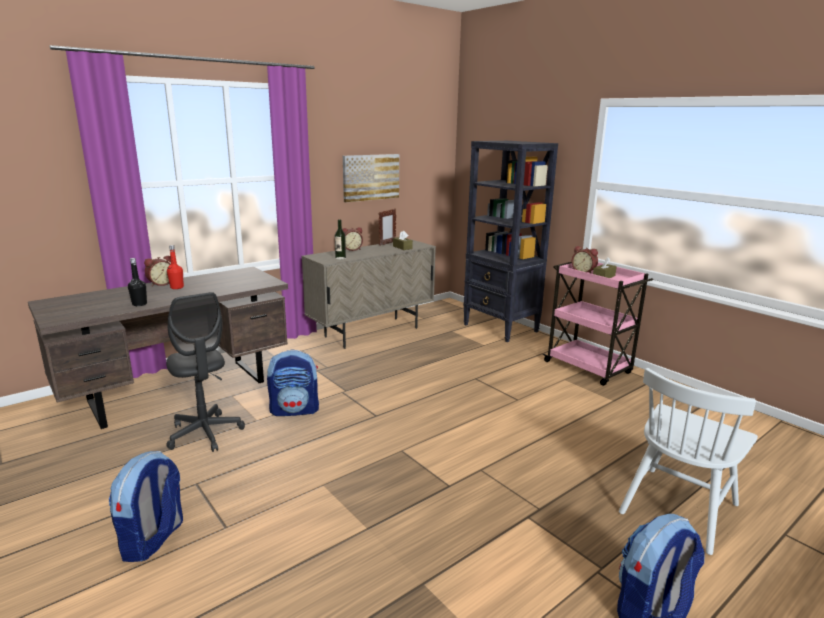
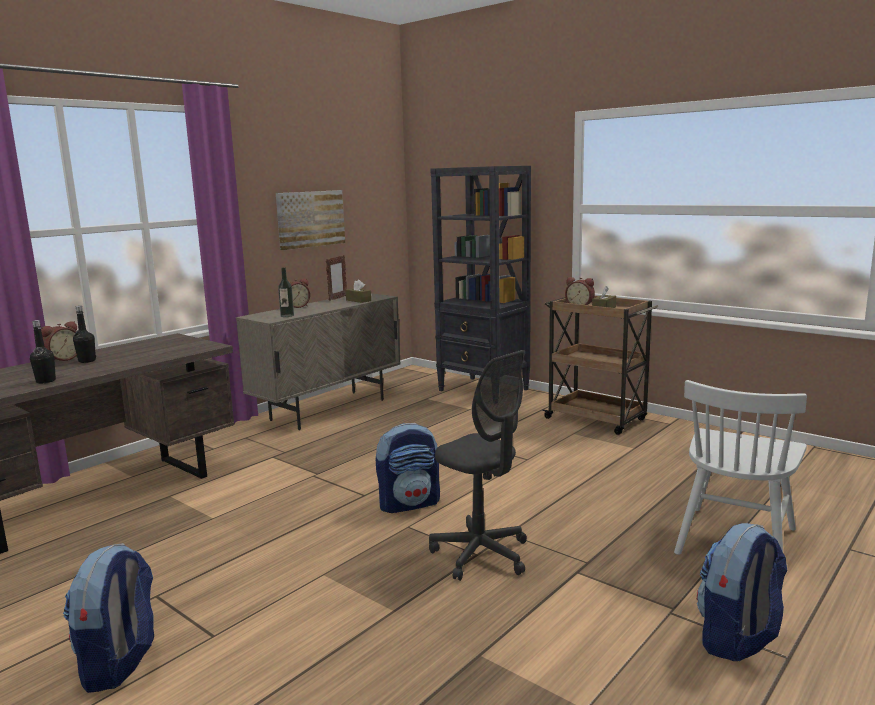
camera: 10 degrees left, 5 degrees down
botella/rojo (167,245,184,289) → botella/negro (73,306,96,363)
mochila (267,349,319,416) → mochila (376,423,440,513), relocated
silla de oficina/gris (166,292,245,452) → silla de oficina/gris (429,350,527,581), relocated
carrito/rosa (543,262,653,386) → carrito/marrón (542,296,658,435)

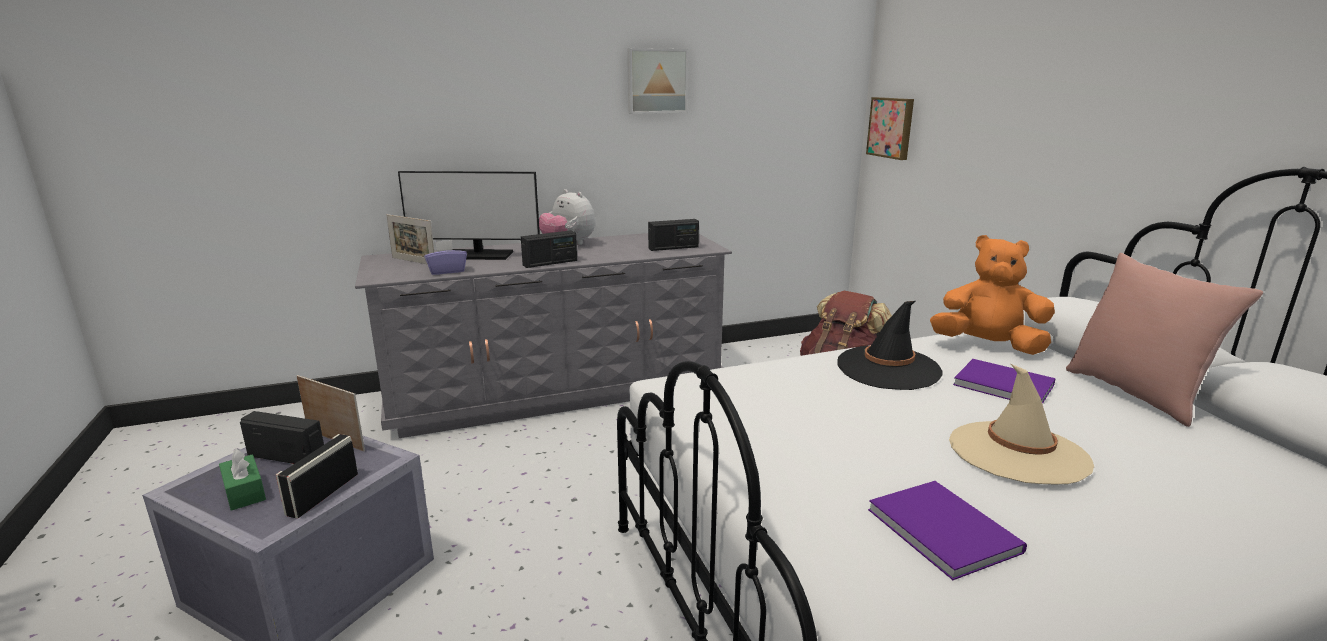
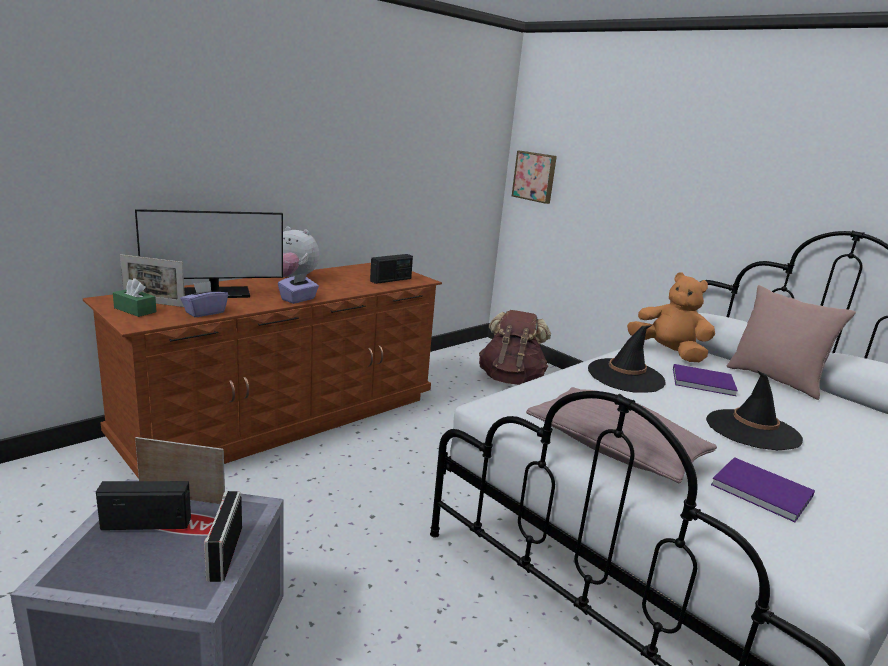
camera: 25 degrees left, 0 degrees up
cómoda/gris (355,233,732,438) → cómoda/marrón (83,263,442,479)
caja de pañuelos/verde (219,449,266,511) → caja de pañuelos/verde (113,278,156,317), relocated
radio (521,230,577,268) → caja de pañuelos/morado (278,273,319,304)
- → cojín/rosa (526,387,717,483)
peluche/naranja (930,235,1055,355) → peluche/naranja (627,272,715,362), 45 degrees clockwise
sombrero/beis (949,364,1094,484) → sombrero/negro (706,371,803,450)
cuadro (627,48,688,114) → -

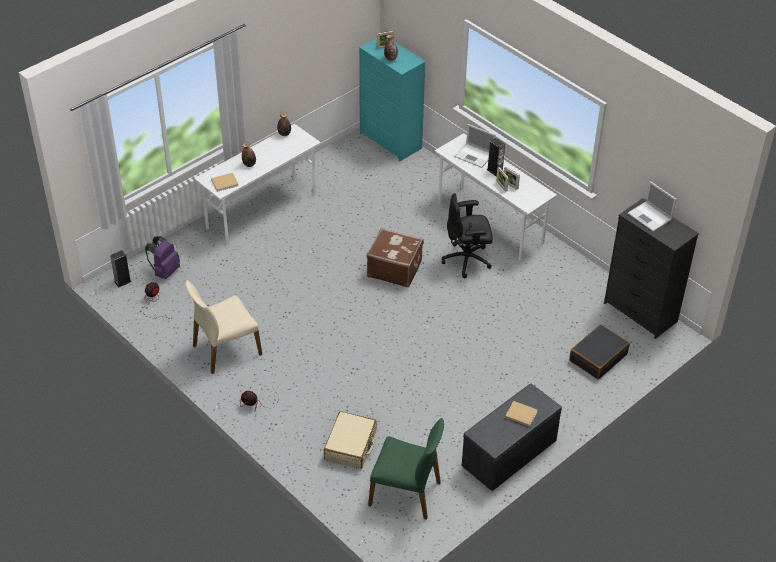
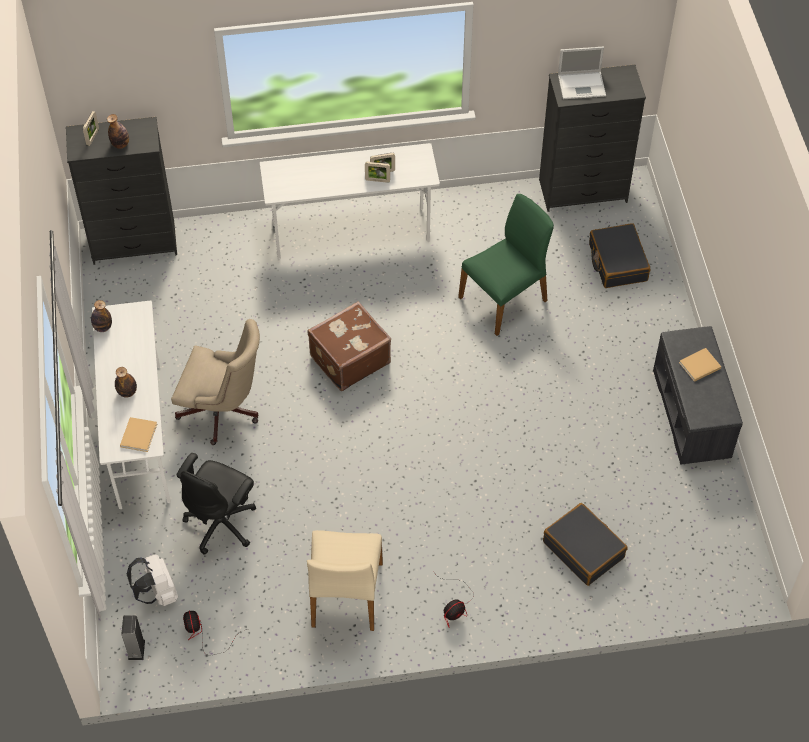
camera: 55 degrees left, 10 degrees up
cómoda/turquesa (359,38,426,162) → cómoda/negro (66,117,177,265)
mochila/morado (145,236,180,279) → mochila/blanco (127,554,178,606)
- → silla de oficina/beis (171,319,260,445)
silla de oficina/negro (442,193,493,278) → silla de oficina/negro (176,453,256,555), relocated
silla/verde (368,418,444,520) → silla/verde (458,194,554,336), relocated
maleta/beis (324,411,377,469) → maleta/negro (543,503,627,586)
portátil (454,124,496,168) → -
altavoz (486,138,505,177) → -

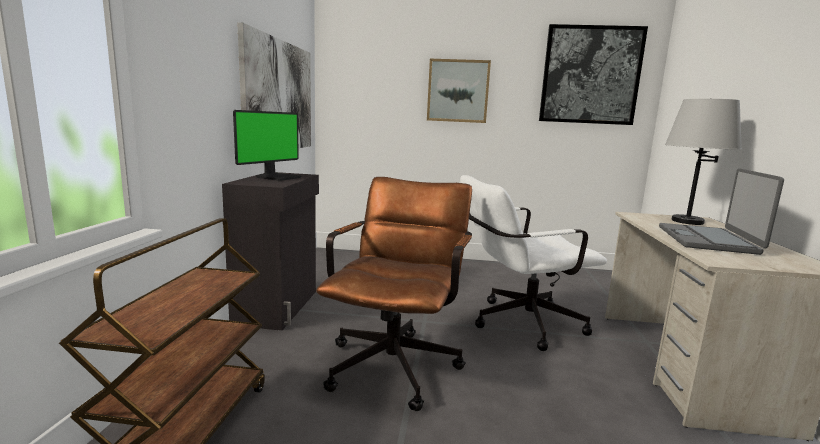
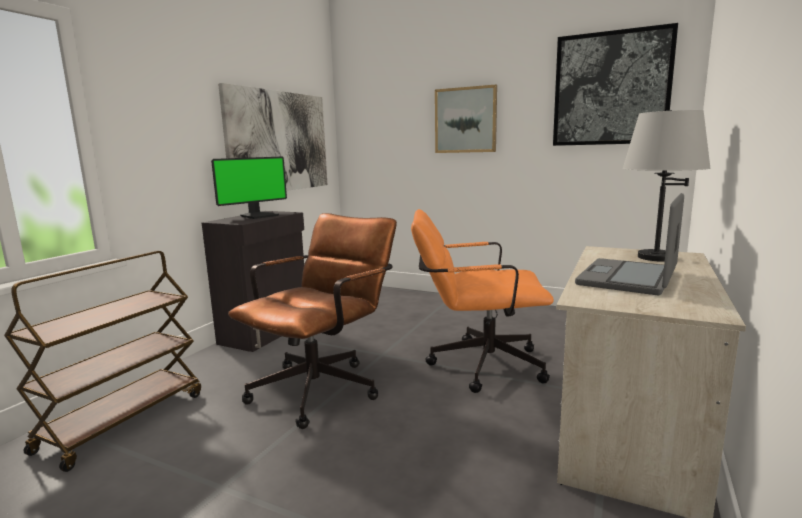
camera: 20 degrees right, 0 degrees up
silla de oficina/blanco (460,175,607,351) → silla de oficina/naranja (411,209,554,393)

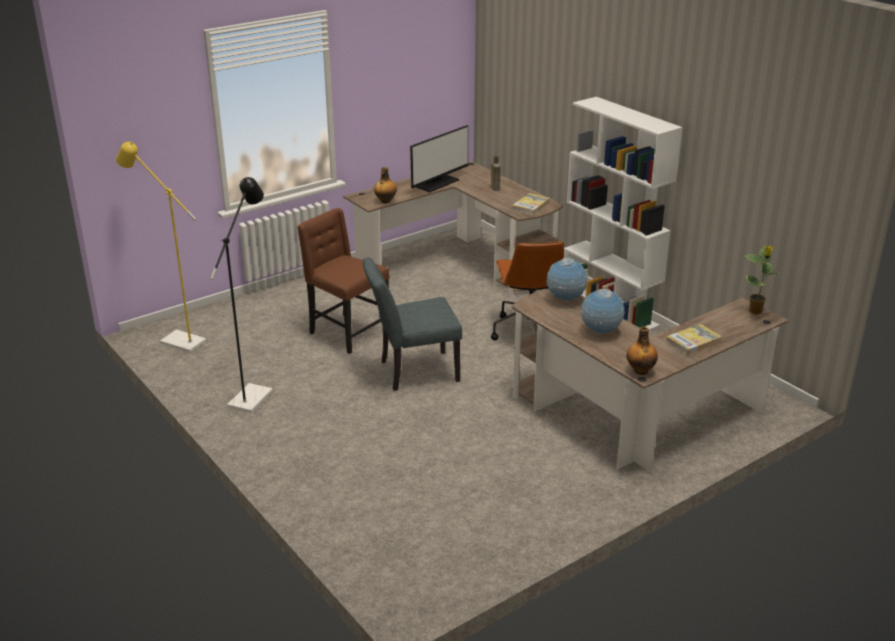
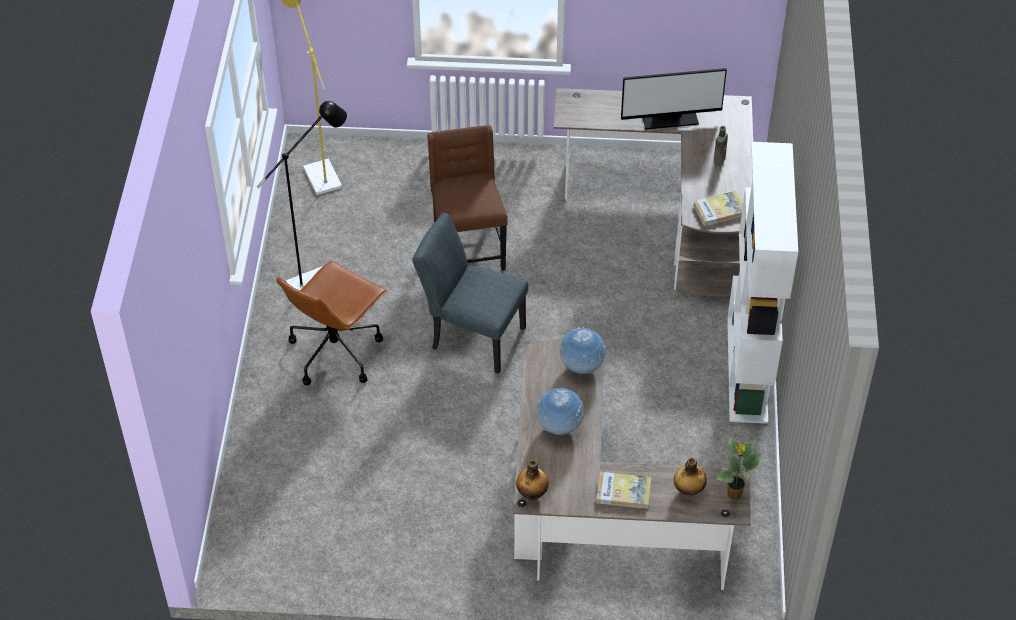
camera: 40 degrees right, 20 degrees up
silla de oficina/marrón (491,241,564,340) → silla de oficina/marrón (276,260,388,385), relocated
botella (374,167,397,203) → botella (674,457,707,496), relocated

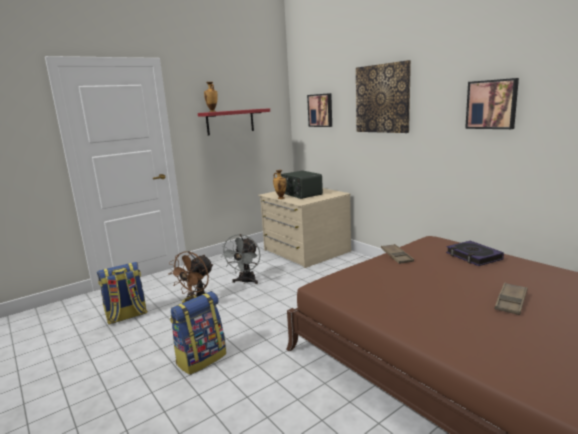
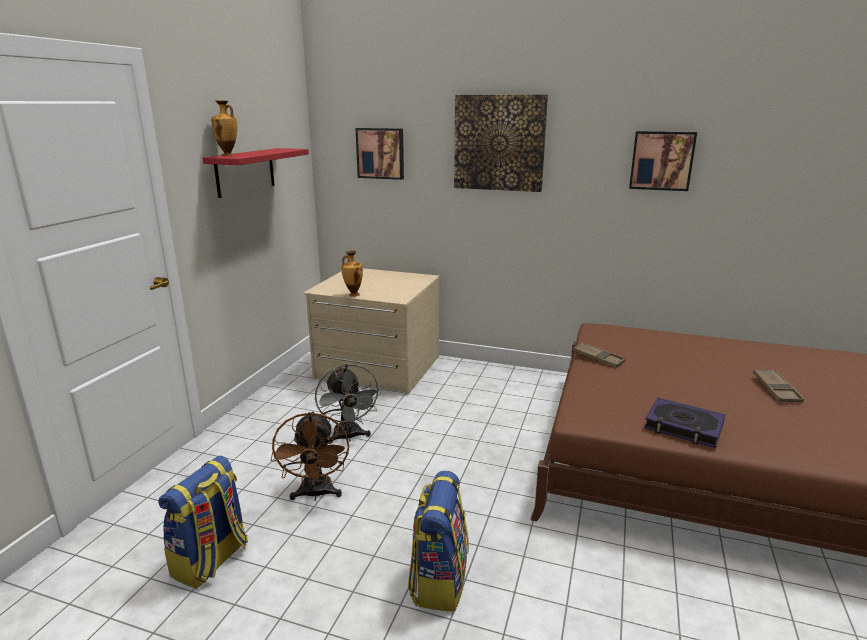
camera: 35 degrees left, 5 degrees up
libro (446,241,504,266) → libro (644,398,725,448), relocated
radio (281,170,323,199) → -

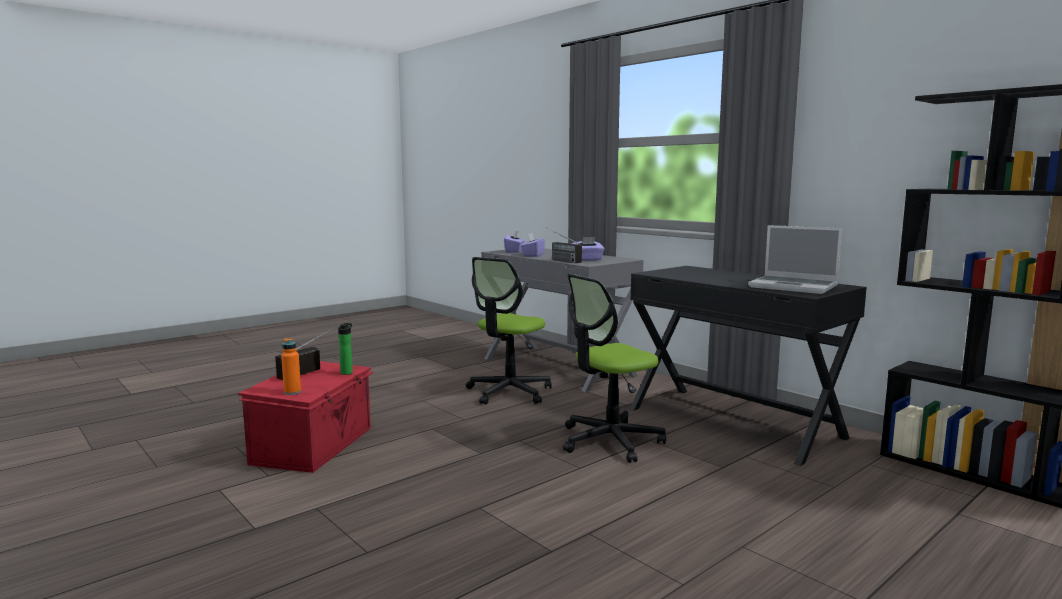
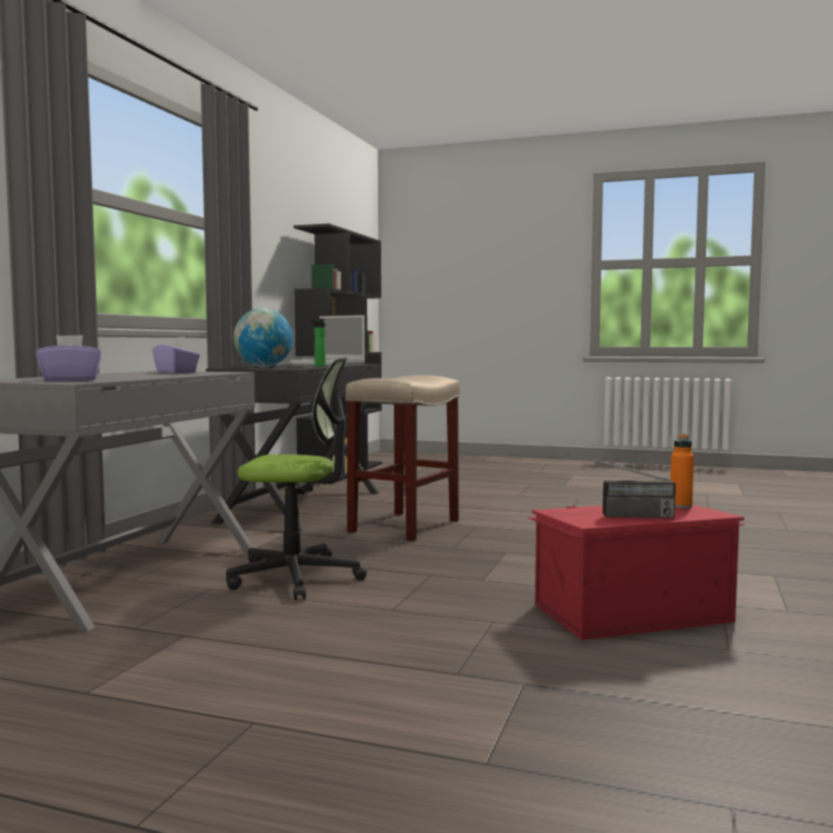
camera: 120 degrees left, 5 degrees down
- → globo terráqueo (233,308,293,367)
portátil (748,225,842,294) → portátil (290,315,365,365), 120 degrees clockwise
botella (338,323,353,375) → botella (309,319,326,367), relocated
silla de oficina (563,274,666,463) → taburete/beis (345,375,460,541)
caja de pañuelos/morado (521,233,545,257) → -
radio (547,228,582,263) → -

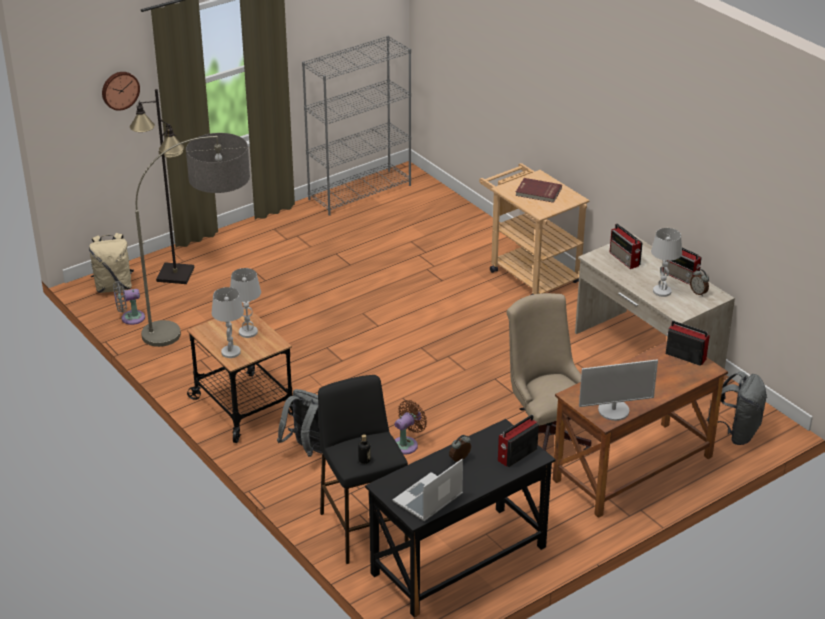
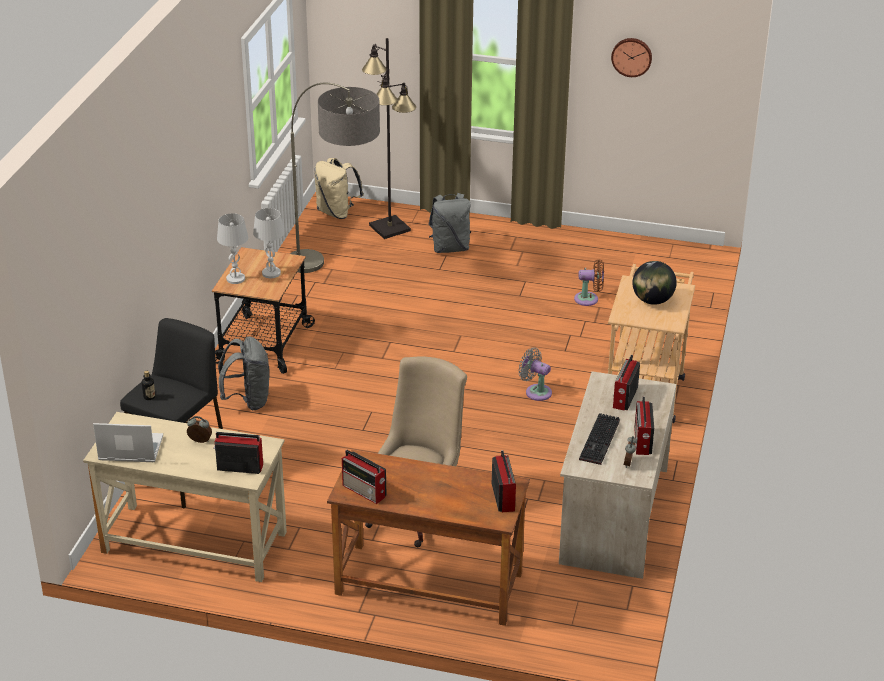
camera: 50 degrees right, 0 degrees up
escritorio/negro (365,419,556,618) → escritorio/beis (83,412,287,582)
monitor (579,359,658,421) → radio (342,450,386,504)
mochila/gris (707,372,767,445) → mochila/gris (428,193,471,253), relocated
ventilador/gris (113,281,145,325) → ventilador/gris (518,347,552,401), relocated
ventilador/marrón (395,400,427,455) → ventilador/marrón (574,259,604,306), relocated
lámpara de mesa/blanco (651,228,682,297) → teclado (579,413,620,465)
reloj de pared (102,72,140,111) → reloj de pared (611,38,652,77), relocated
libro/rojo (515,178,562,203) → globo terráqueo (633,261,677,305)
estantería/gris (302,36,411,216) → -

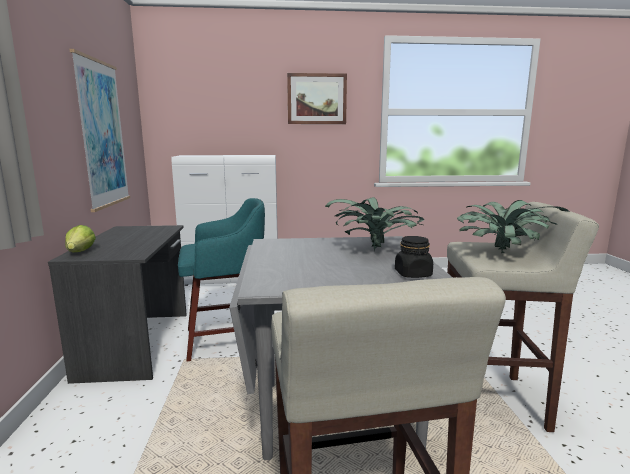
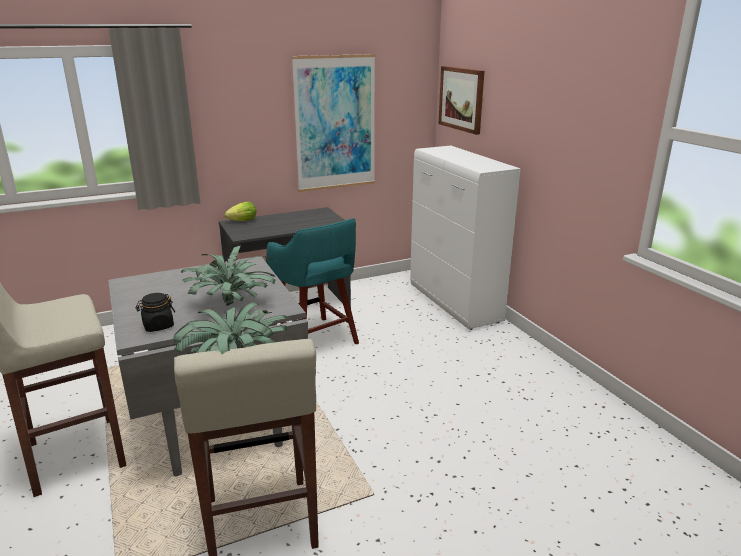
camera: 70 degrees right, 10 degrees up
cuadro (287,73,347,124) → cuadro (439,66,484,135), relocated

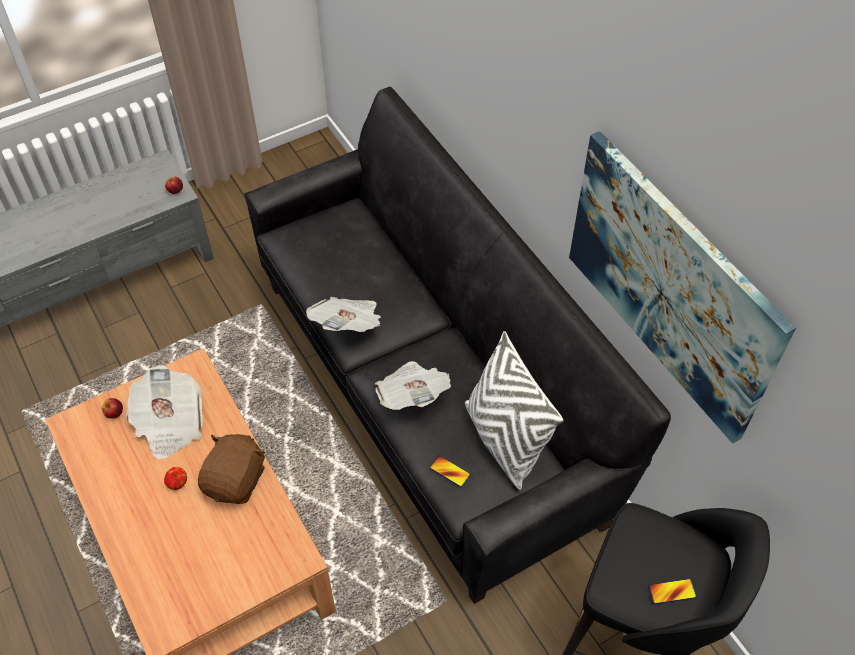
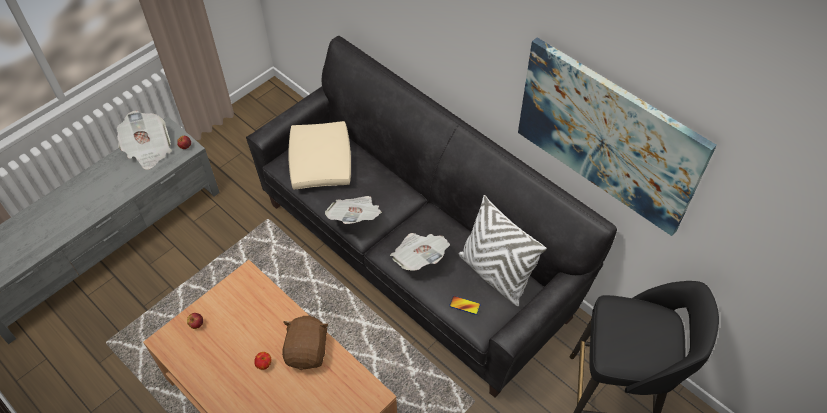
camera: 15 degrees left, 0 degrees up
periódico (126,365,203,460) → periódico (117,111,172,170), relocated
- → cojín/beis (288,121,351,189)
móvil (648,579,697,604) → -

